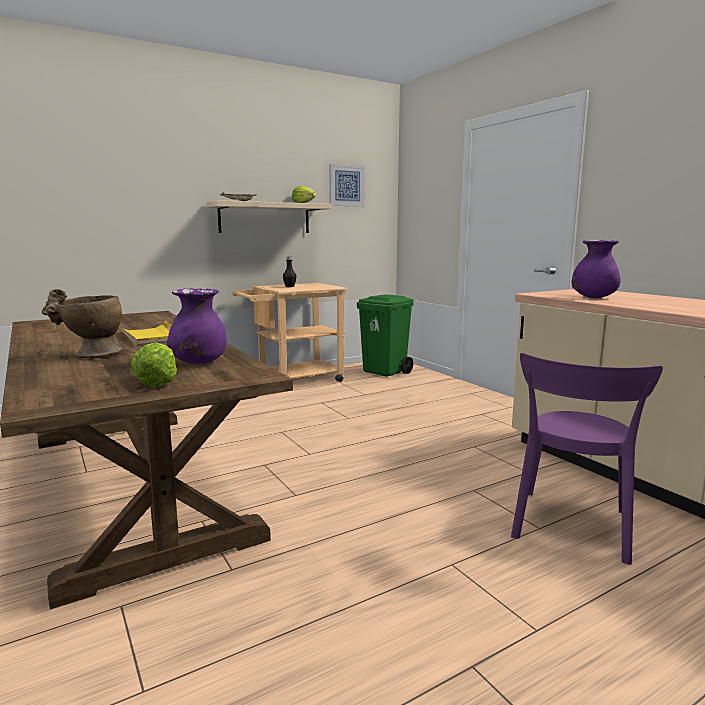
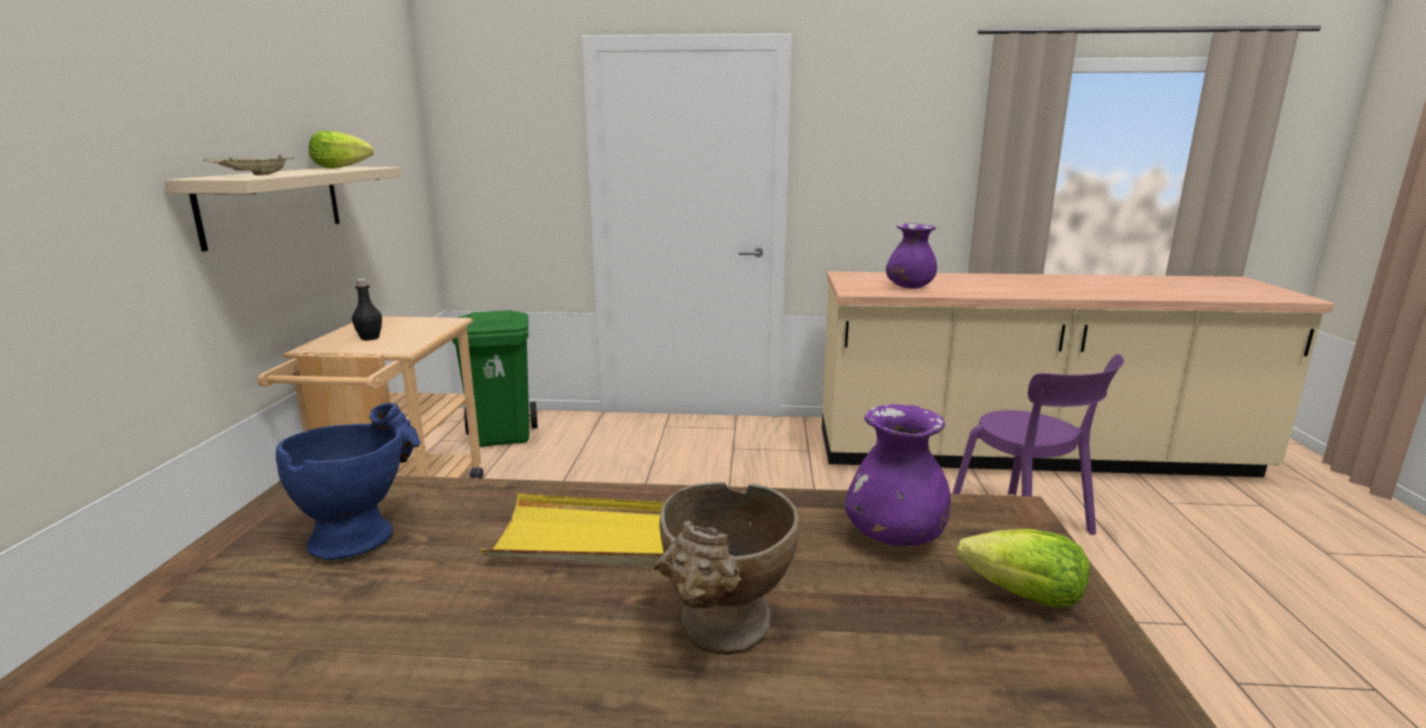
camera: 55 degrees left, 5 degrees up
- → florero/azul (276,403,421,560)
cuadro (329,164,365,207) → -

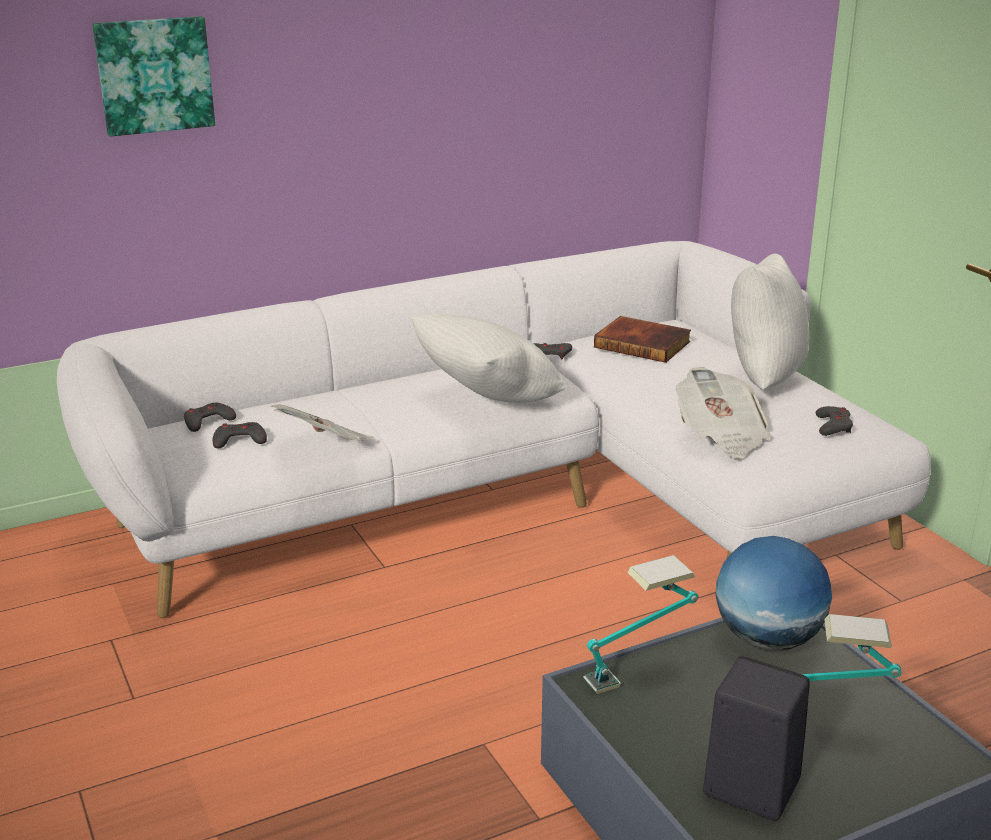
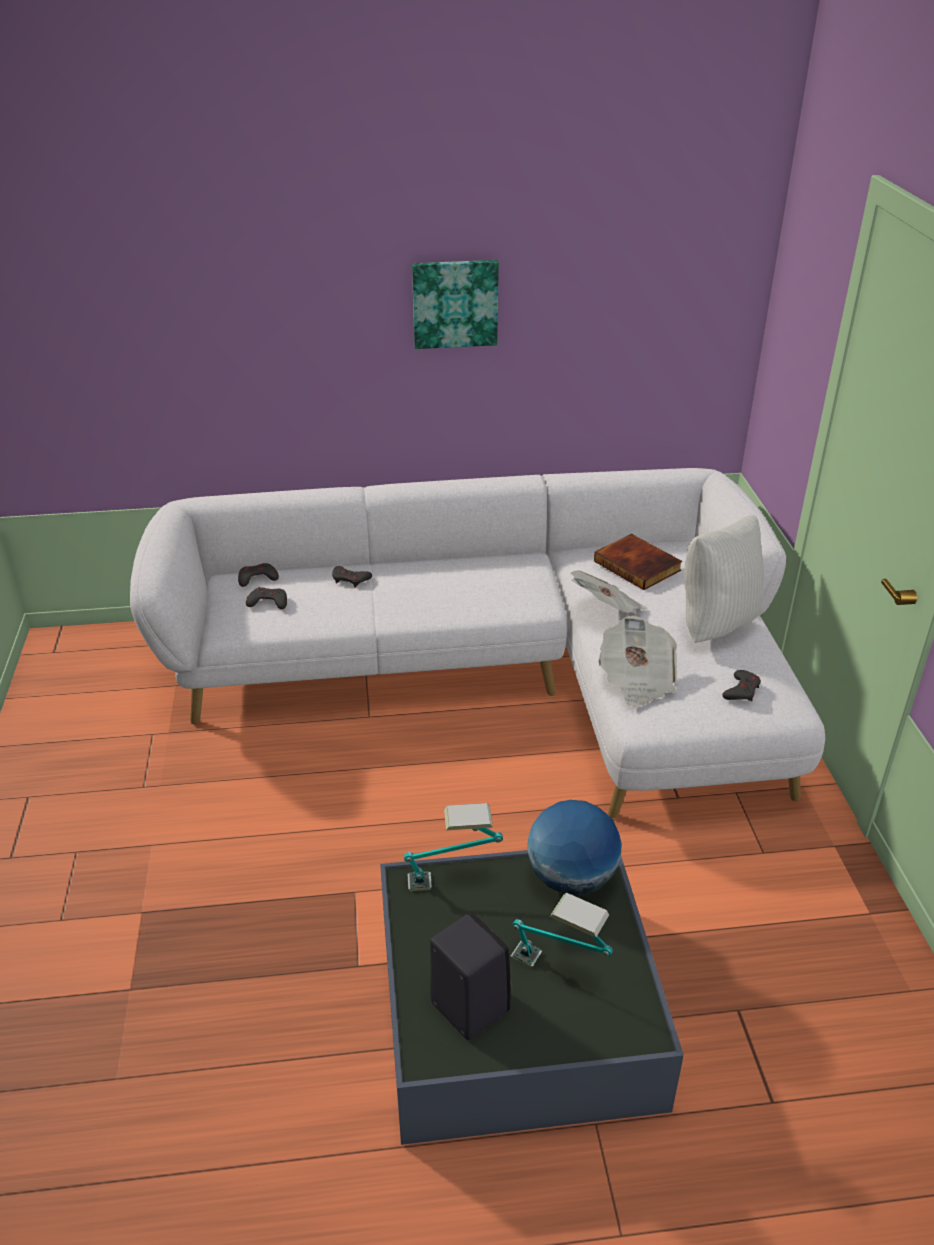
camera: 20 degrees right, 10 degrees up
mando de consola/gris (533,343,572,359) → mando de consola/gris (332,566,372,587), relocated
cuadro (92,16,215,137) → cuadro (412,260,499,349), relocated
periódico (271,405,374,441) → periódico (571,571,647,614), relocated
cojín/blanco (411,314,567,403) → -

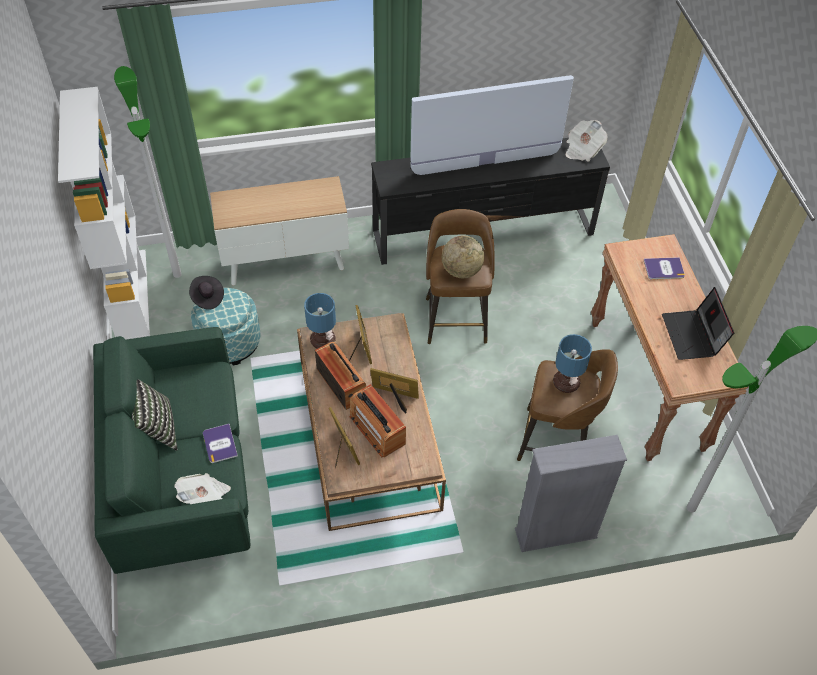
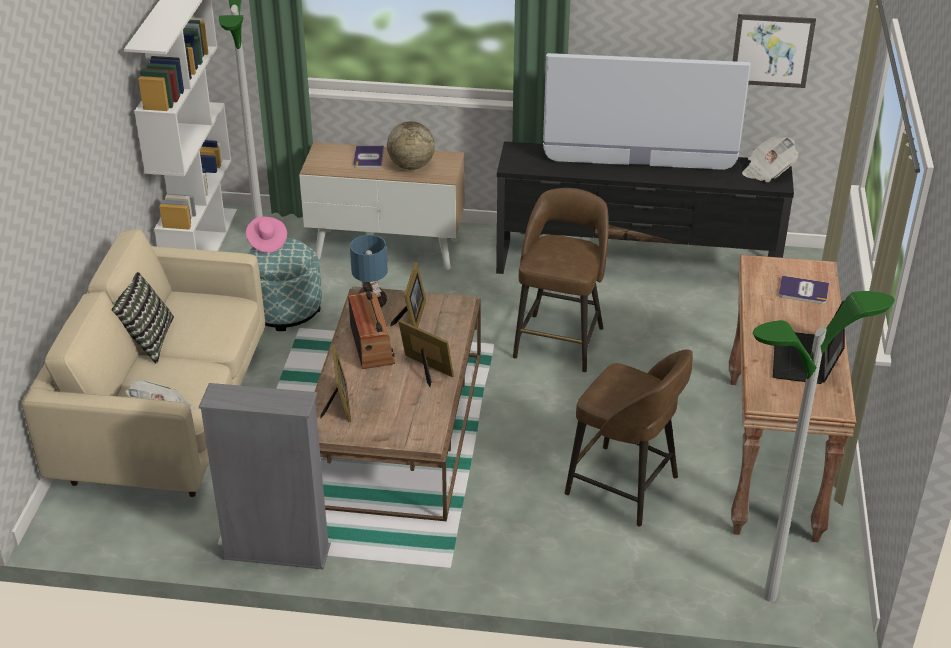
camera: 20 degrees right, 15 degrees down
sofá/verde (93,327,250,574) → sofá/beis (22,229,265,497)
estantería/gris (515,435,627,552) → estantería/gris (199,383,331,570), relocated
sombrero/negro (189,276,224,310) → sombrero/rosa (246,217,287,253)
libro (203,424,238,463) → libro (353,145,384,168), relocated
globo terráqueo (442,235,484,278) → globo terráqueo (387,121,435,170), relocated
- → cuadro (733,14,816,88)
radio (349,384,406,458) → -
lámpara de mesa (553,334,592,393) → -

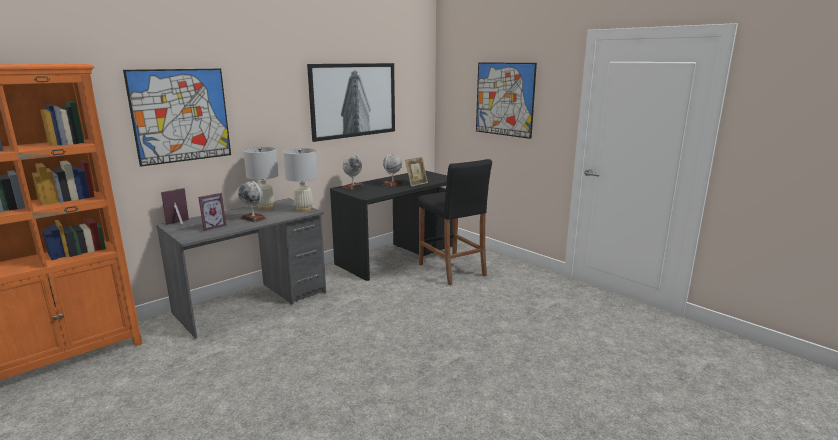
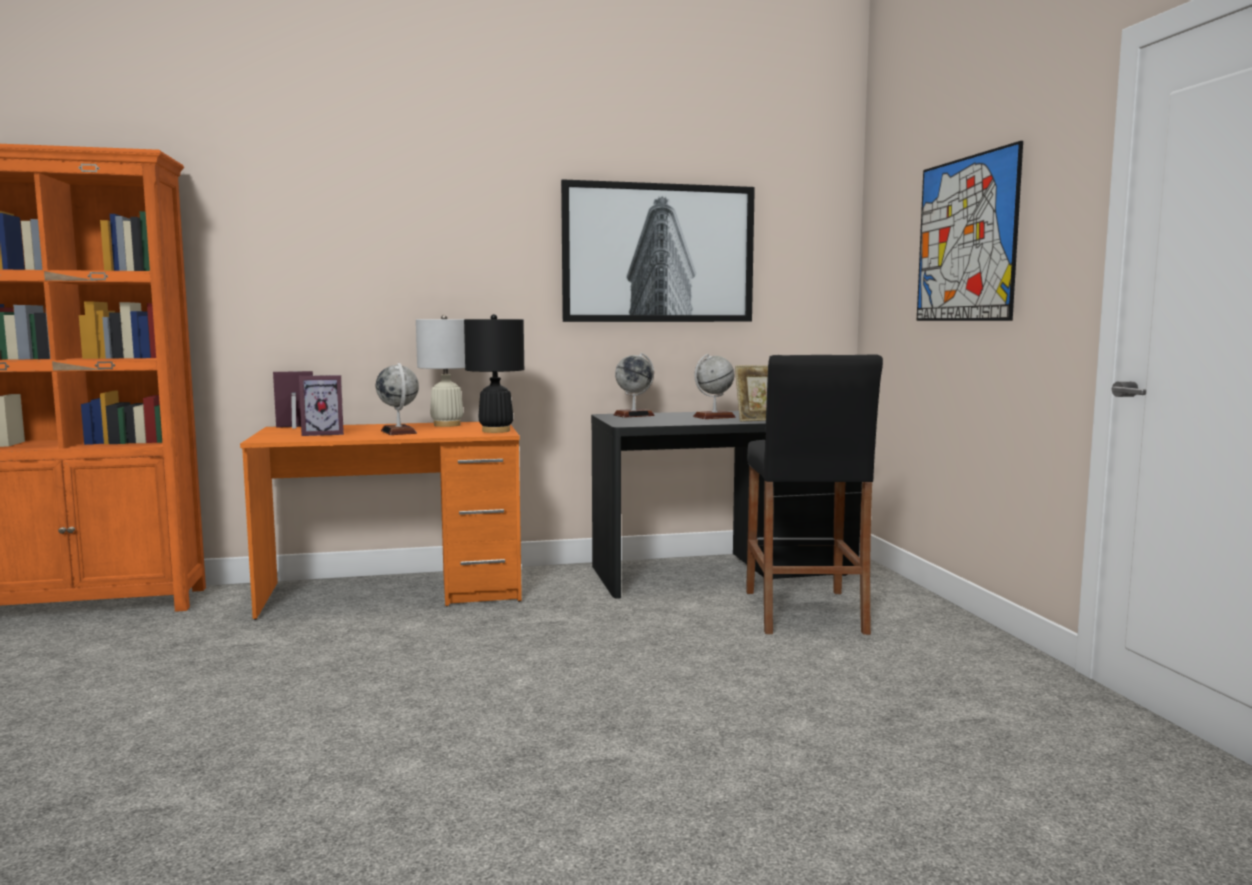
camera: 30 degrees right, 10 degrees down
escritorio/gris (156,198,326,338) → escritorio/naranja (240,422,522,620)
lámpara de mesa/blanco (283,148,318,212) → lámpara de mesa/negro (464,314,524,433)
cuadro (123,69,231,167) → -

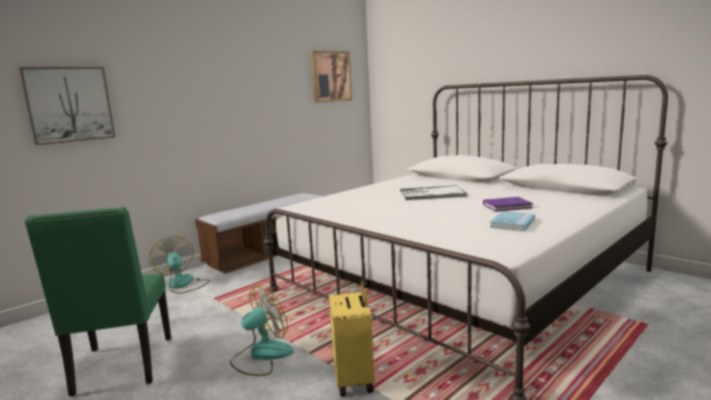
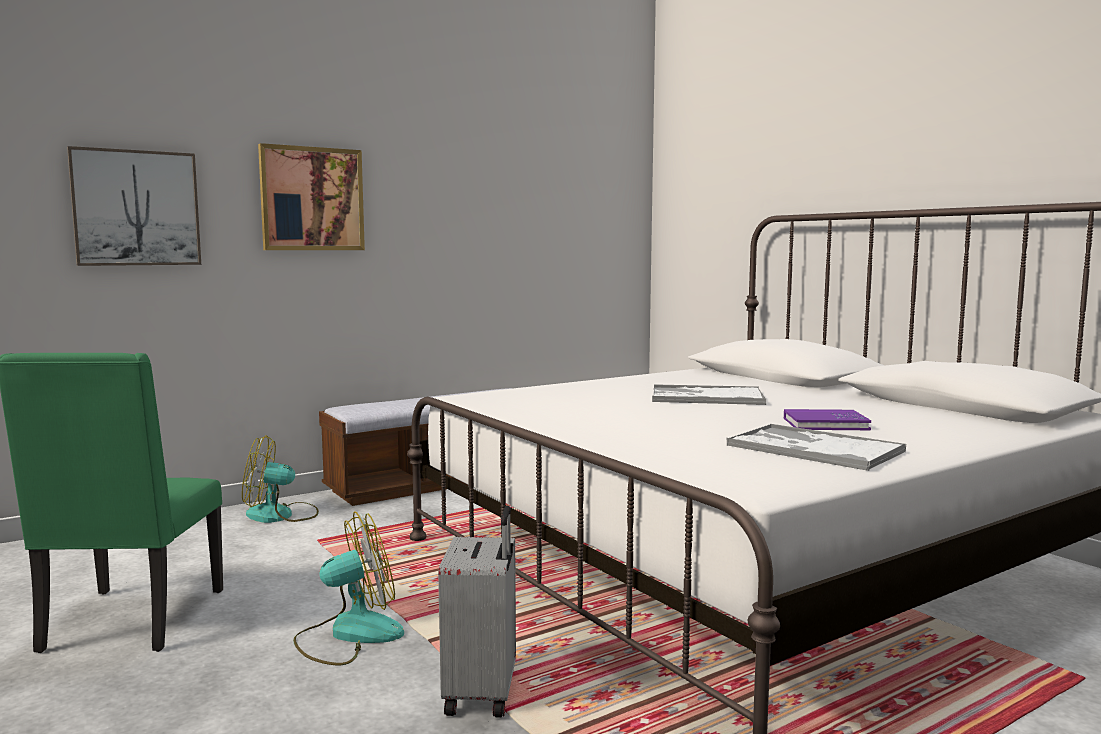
camera: 10 degrees right, 5 degrees down
ventilador (149,236,210,294) → ventilador (242,435,319,523), 75 degrees counterclockwise
cuadro (311,51,352,103) → cuadro (258,143,365,250), relocated
maleta/amarillo (329,275,375,396) → maleta/gris (438,506,516,717)
libro/azul (490,211,535,231) → bandeja (727,424,906,471)

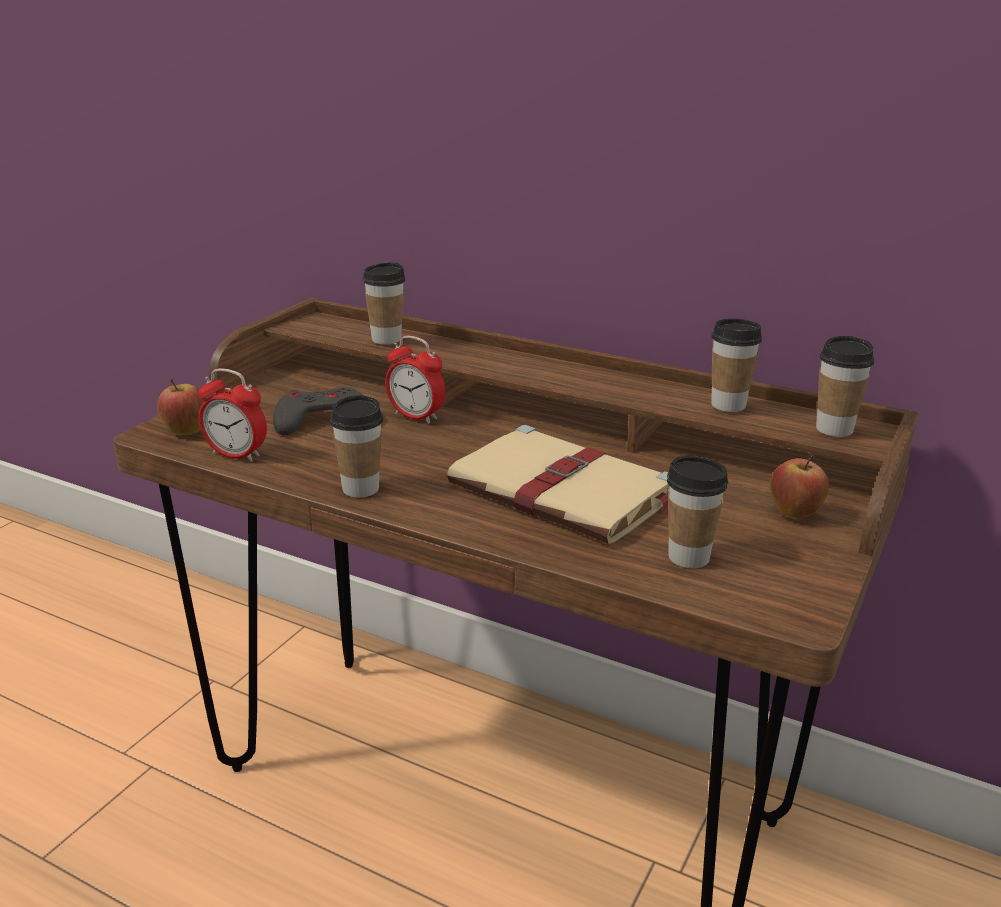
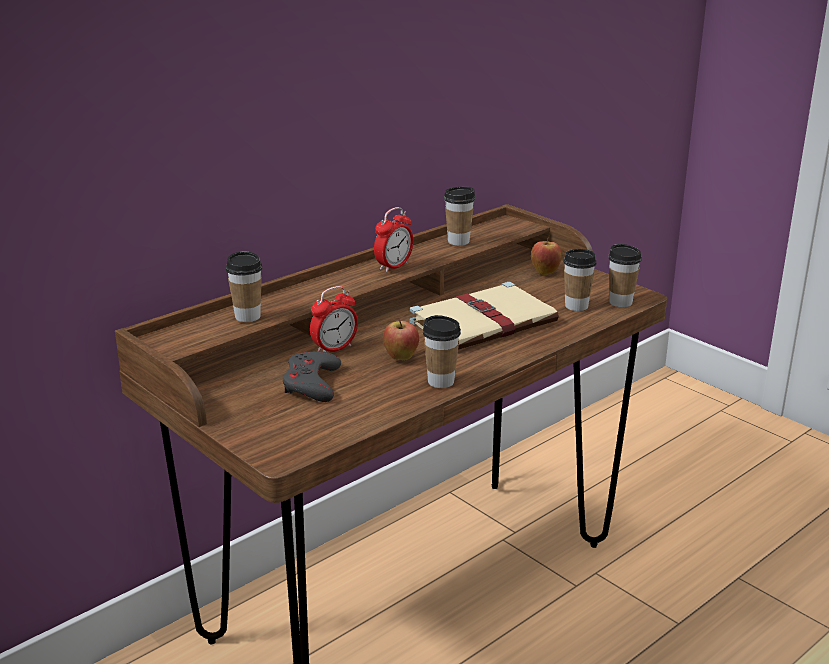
camera: 70 degrees left, 0 degrees up
despertador (198,368,267,462) → despertador (374,207,413,272), relocated
manzana (157,378,206,436) → manzana (383,320,419,361), relocated
taza (816,336,874,437) → taza (608,244,642,307), relocated

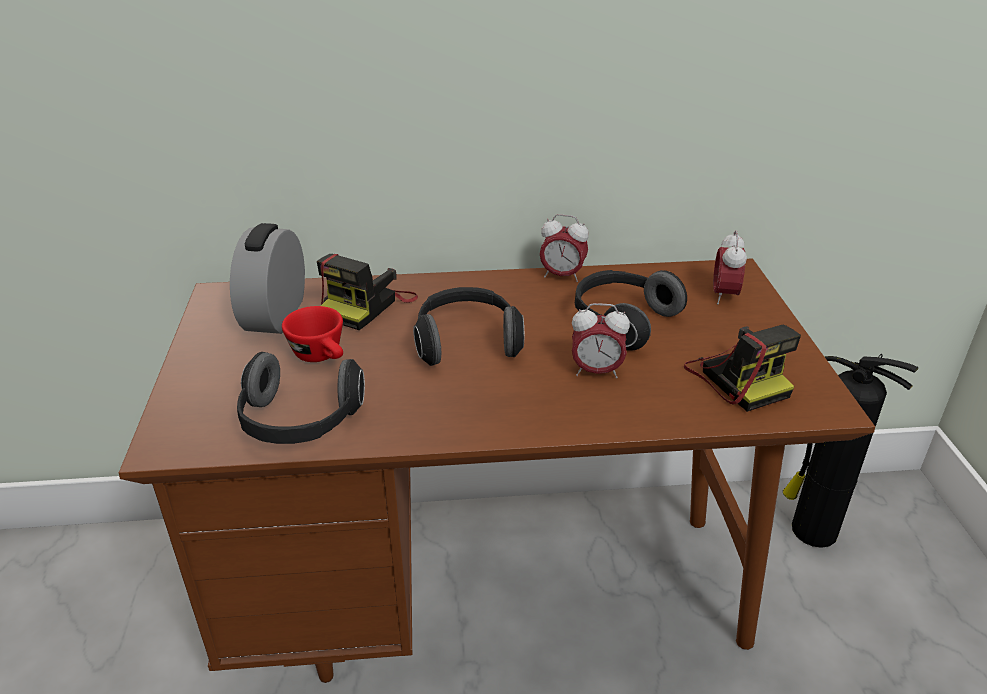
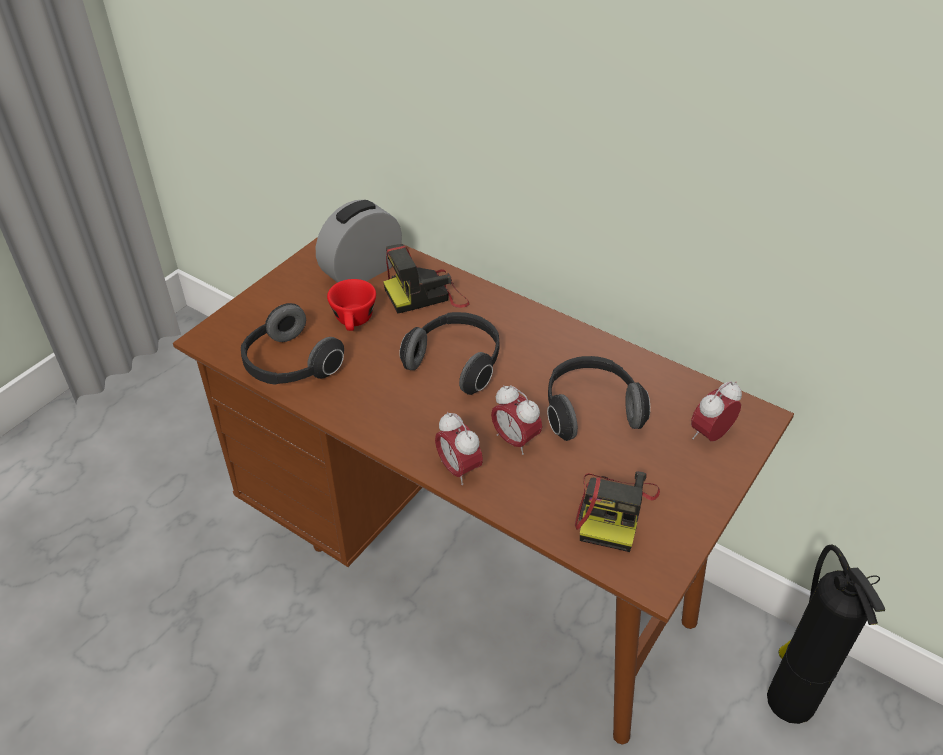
camera: 40 degrees right, 10 degrees up
despertador (540,214,589,282) → despertador (435,412,483,485), relocated

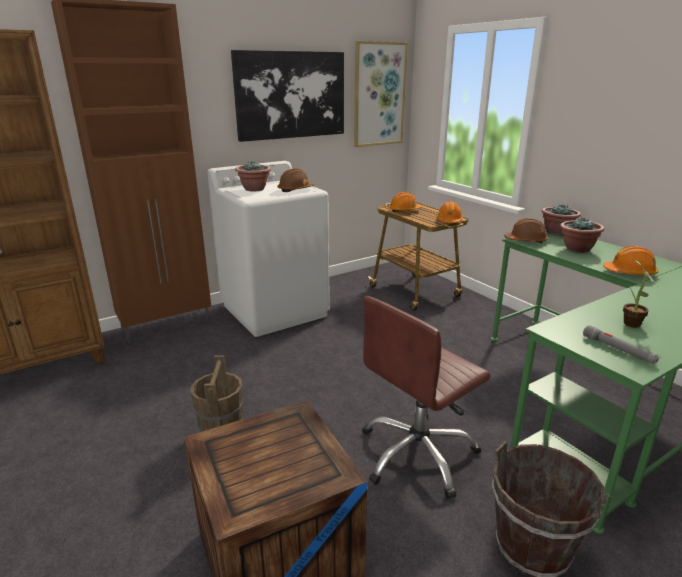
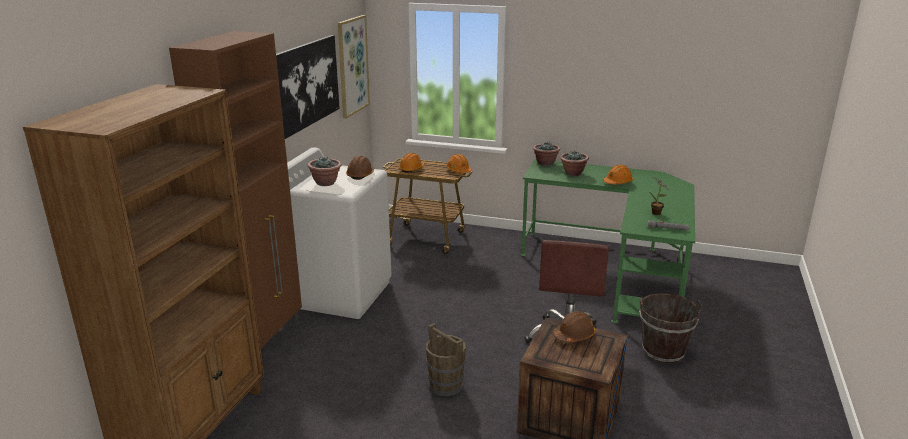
camera: 40 degrees left, 0 degrees up
casco/marrón (504,218,548,244) → casco/marrón (553,311,596,343), relocated

